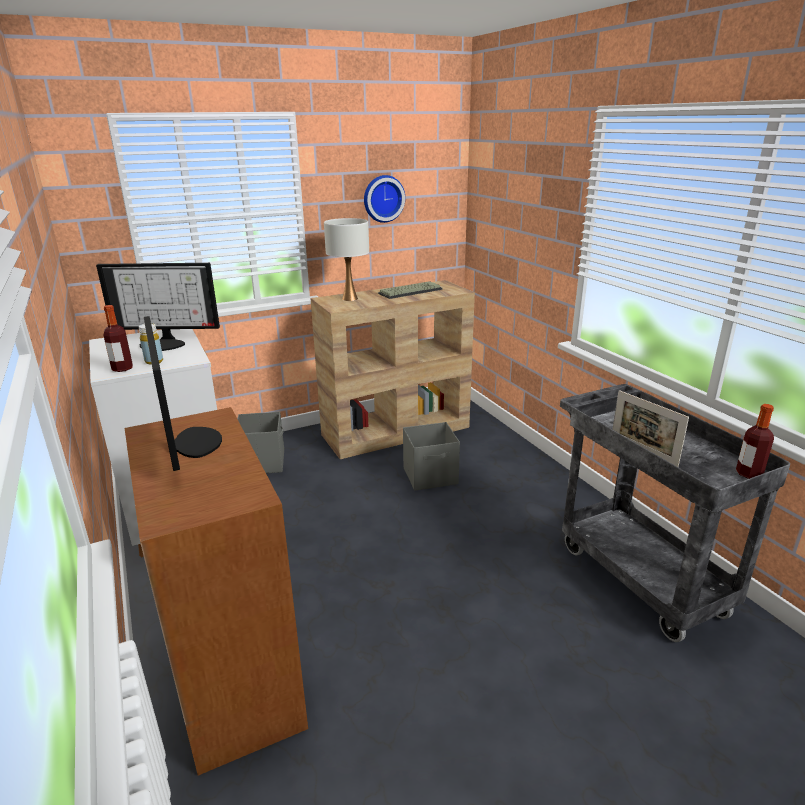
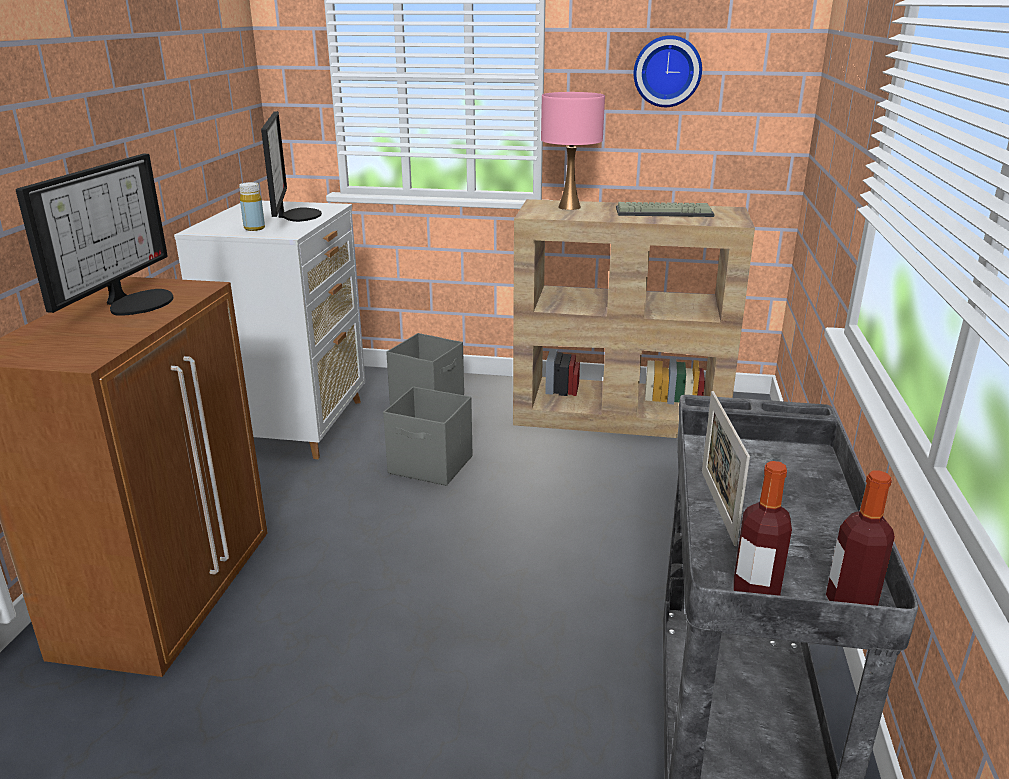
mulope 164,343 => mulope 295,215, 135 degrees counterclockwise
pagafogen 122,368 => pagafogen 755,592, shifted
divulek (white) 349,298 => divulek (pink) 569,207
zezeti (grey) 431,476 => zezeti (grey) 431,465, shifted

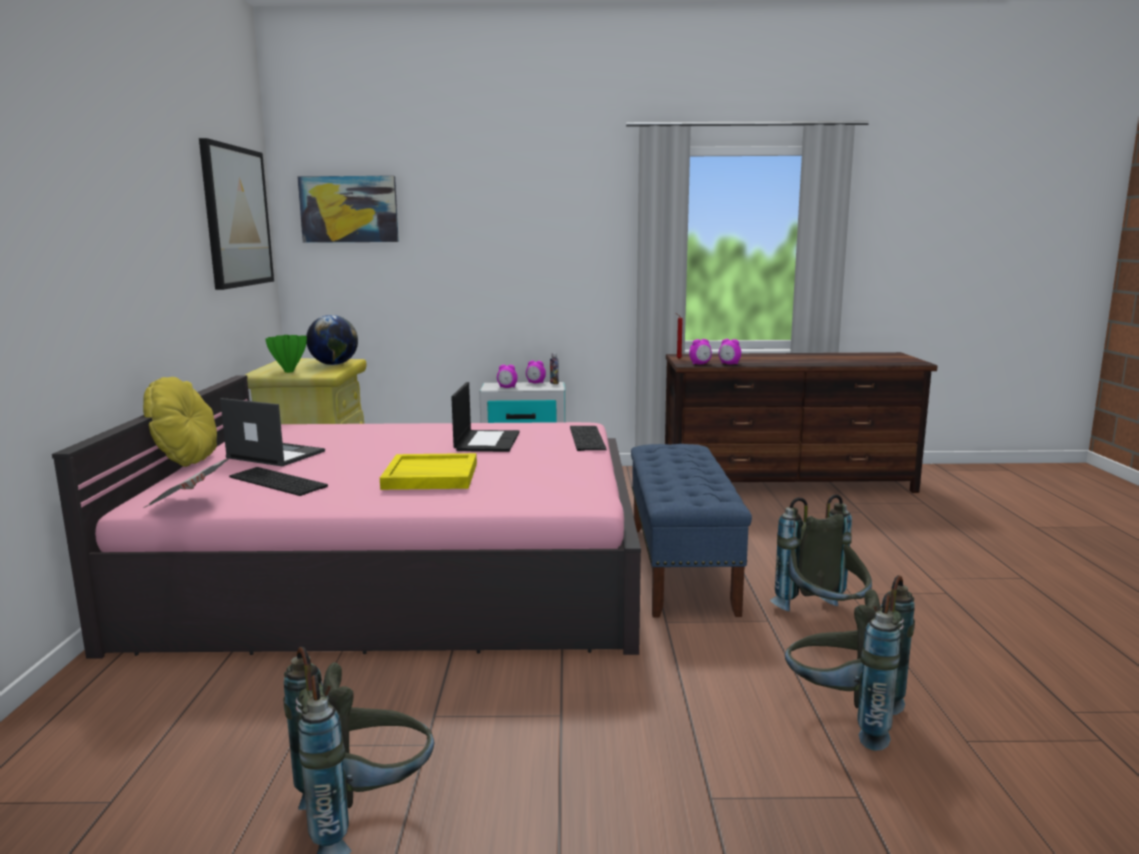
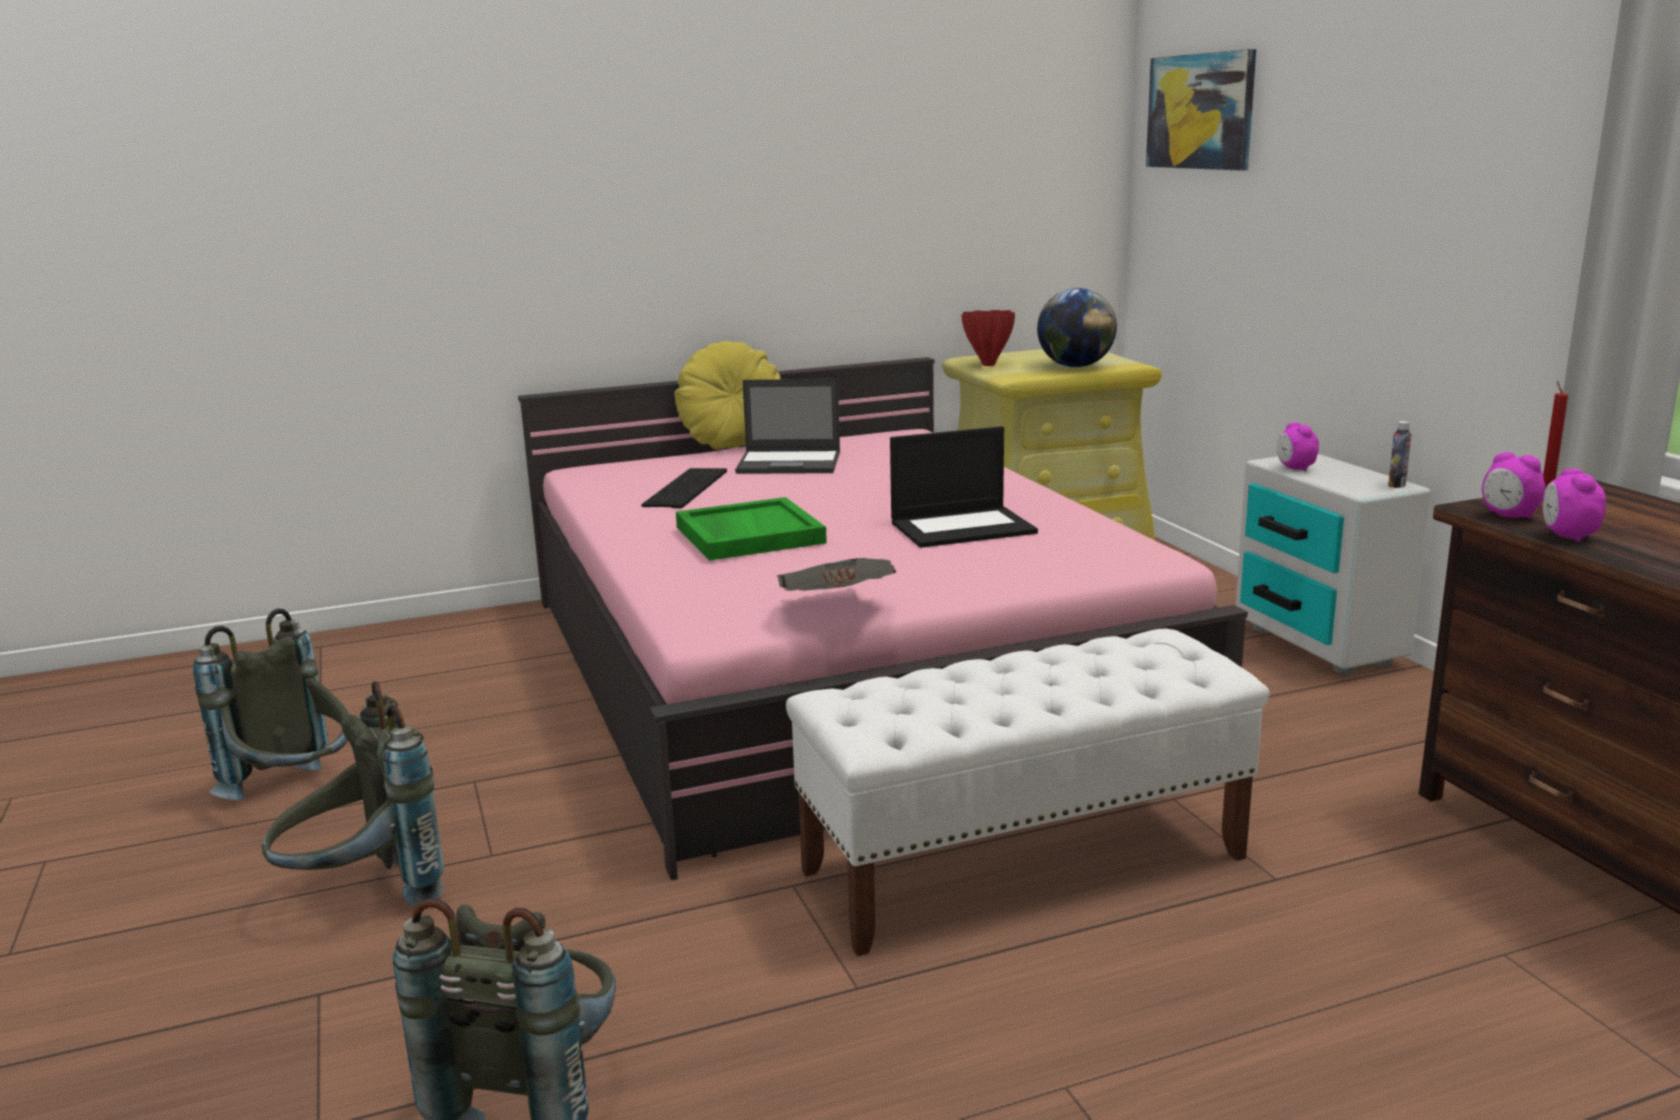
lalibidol 189,504 => lalibidol 836,608, shifted
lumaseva 236,217 => nothing
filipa 274,454 => filipa 790,463, 90 degrees clockwise
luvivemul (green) 289,372 => luvivemul (red) 987,365
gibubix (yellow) 430,476 => gibubix (green) 748,535
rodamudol 535,383 => nothing
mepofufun 585,438 => nothing
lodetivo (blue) 680,567 => lodetivo (white) 1024,864
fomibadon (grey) 823,619 => fomibadon (grey) 364,896, shifted

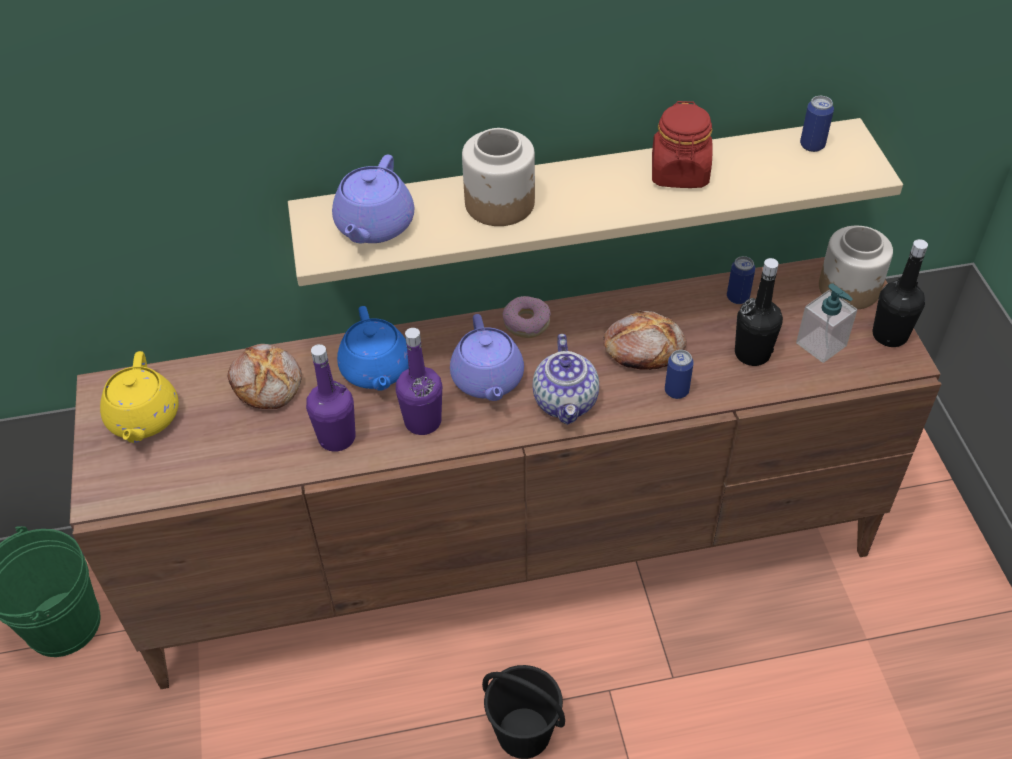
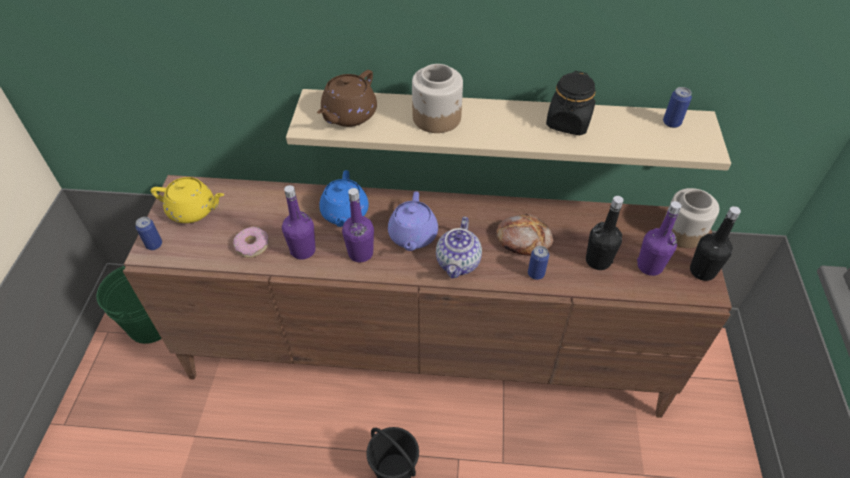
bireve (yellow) 143,419 => bireve (yellow) 193,210, 90 degrees counterclockwise
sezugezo 268,383 => nothing
bireve (purple) 374,226 => bireve (brown) 348,115
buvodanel 526,322 => buvodanel 252,246, shifted
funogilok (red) 679,173 => funogilok (black) 568,122
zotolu 737,297 => zotolu 154,245, shifted
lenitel 821,345 => pagafogen (purple) 649,266

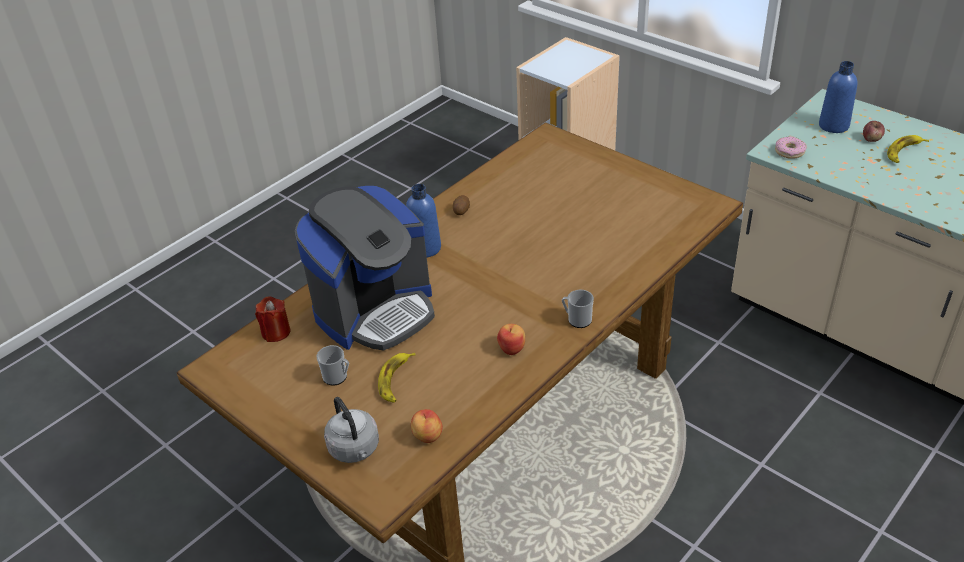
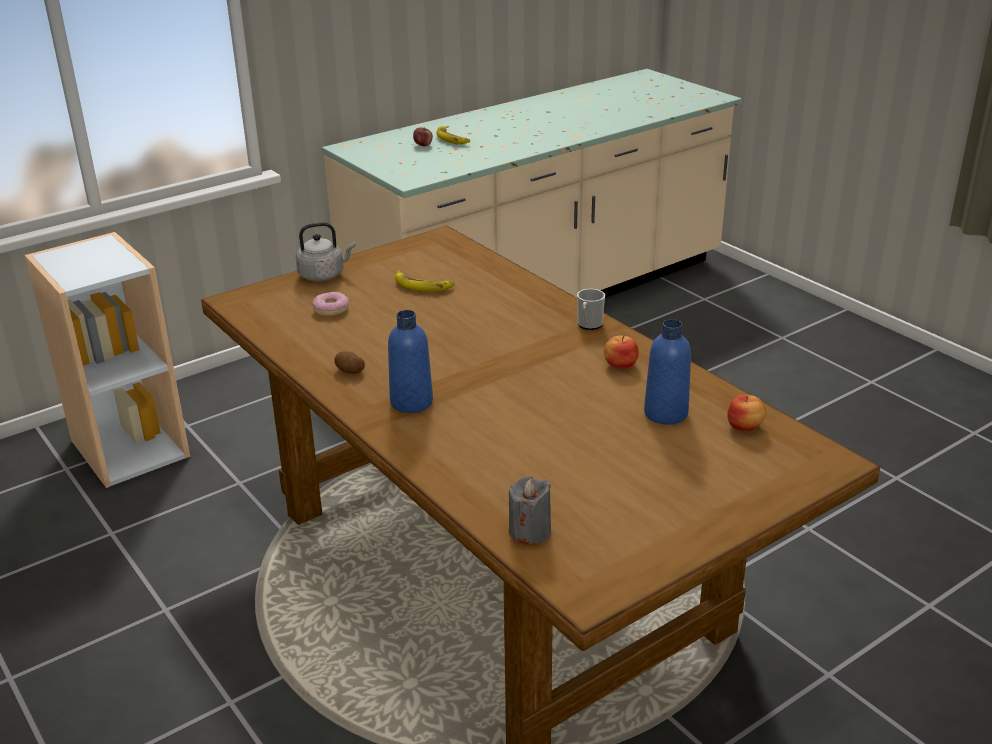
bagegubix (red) 276,332 => bagegubix (grey) 529,531
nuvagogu 375,310 => nothing
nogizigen 337,377 => nothing
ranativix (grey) 355,449 => ranativix (grey) 324,275, shifted
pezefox 396,380 => pezefox 422,285, shifted
buvodanel 789,151 => buvodanel 331,309, shifted
pagafogen (blue) 833,126 => pagafogen (blue) 665,413, shifted

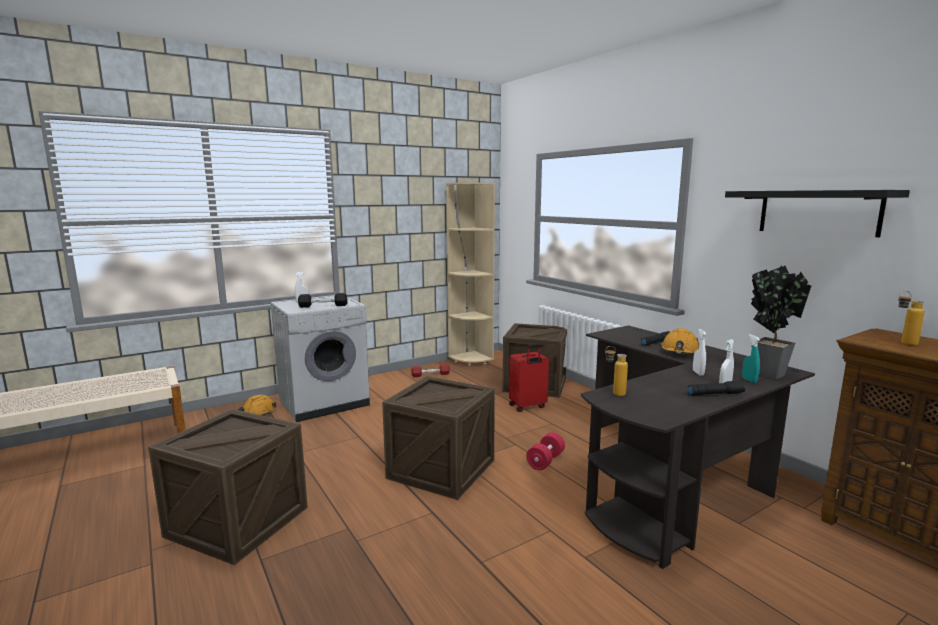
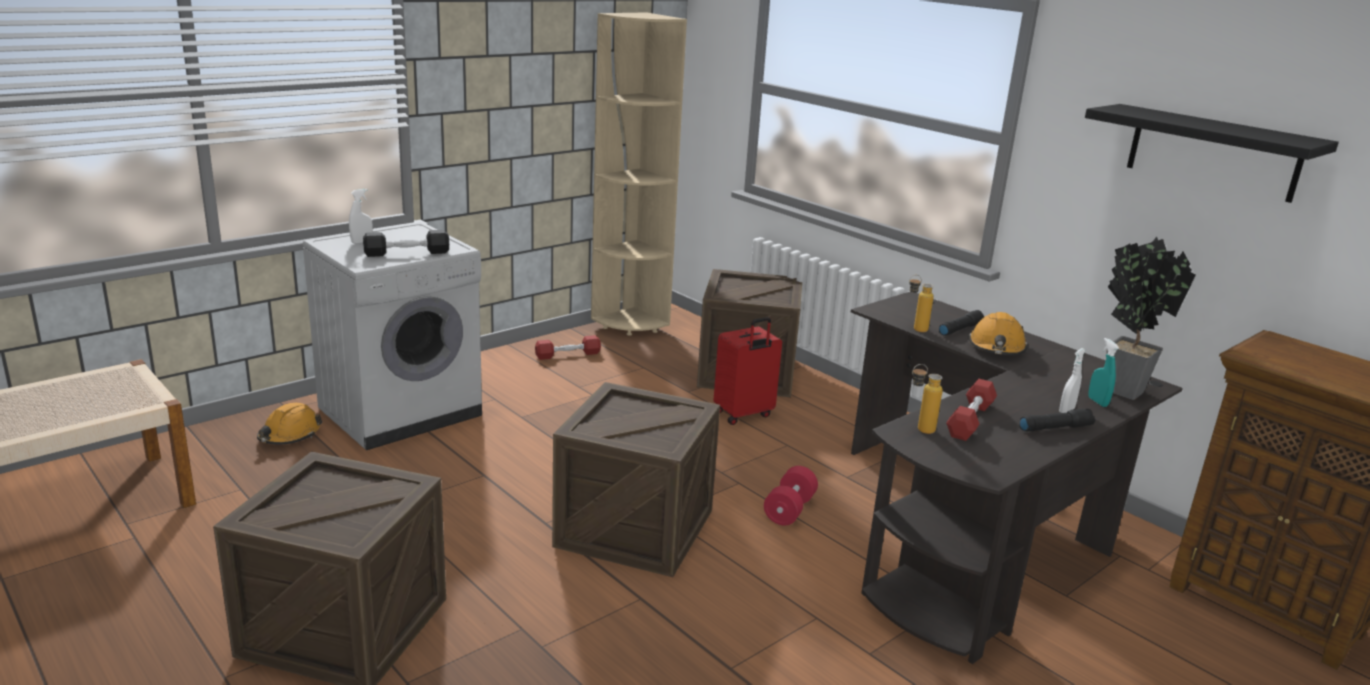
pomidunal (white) 698,373 => nothing
pagafogen 903,344 => pagafogen 914,329, shifted
nothing => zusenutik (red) 970,420

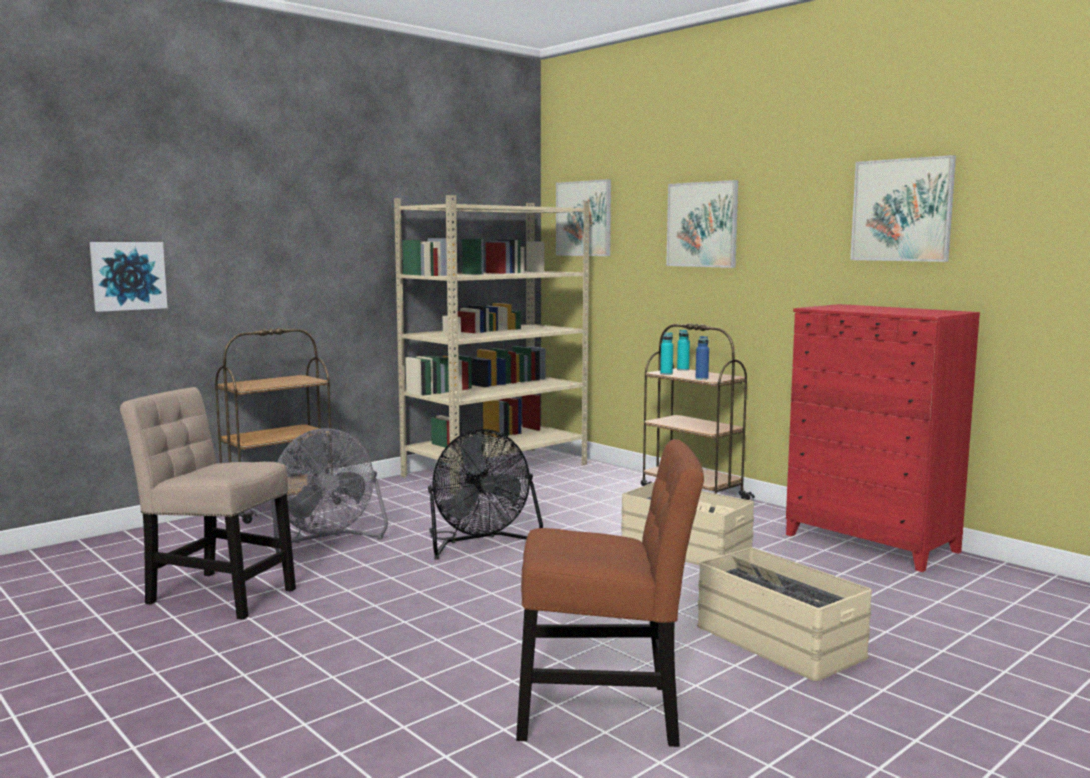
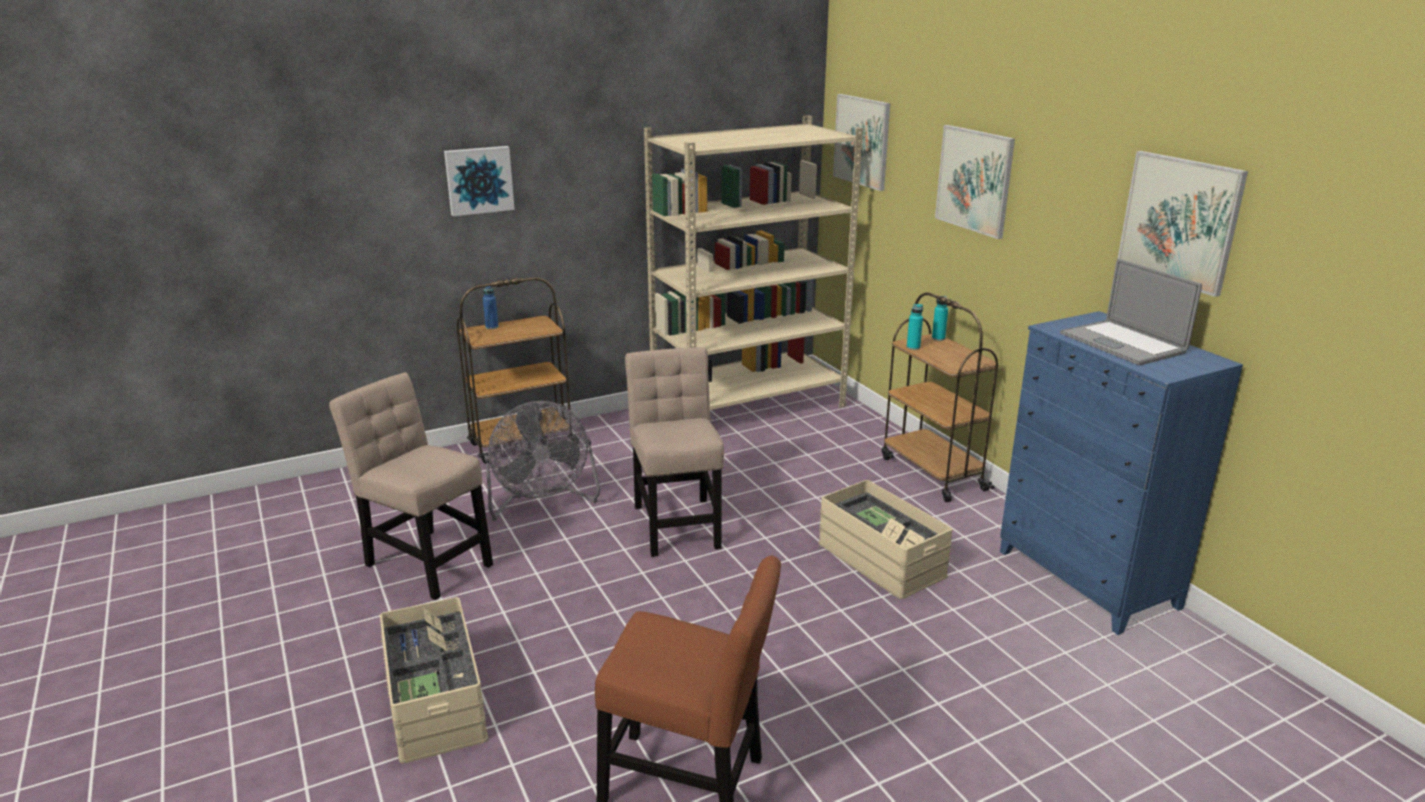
lumaseva 128,275 => lumaseva 479,180, shifted
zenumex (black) 474,544 => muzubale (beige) 677,523
pagafogen (blue) 701,379 => pagafogen (blue) 492,327, shifted
zezeti (beige) 777,641 => zezeti (beige) 434,701, shifted
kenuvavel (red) 870,544 => kenuvavel (blue) 1085,581
nothing => filipa 1122,343

